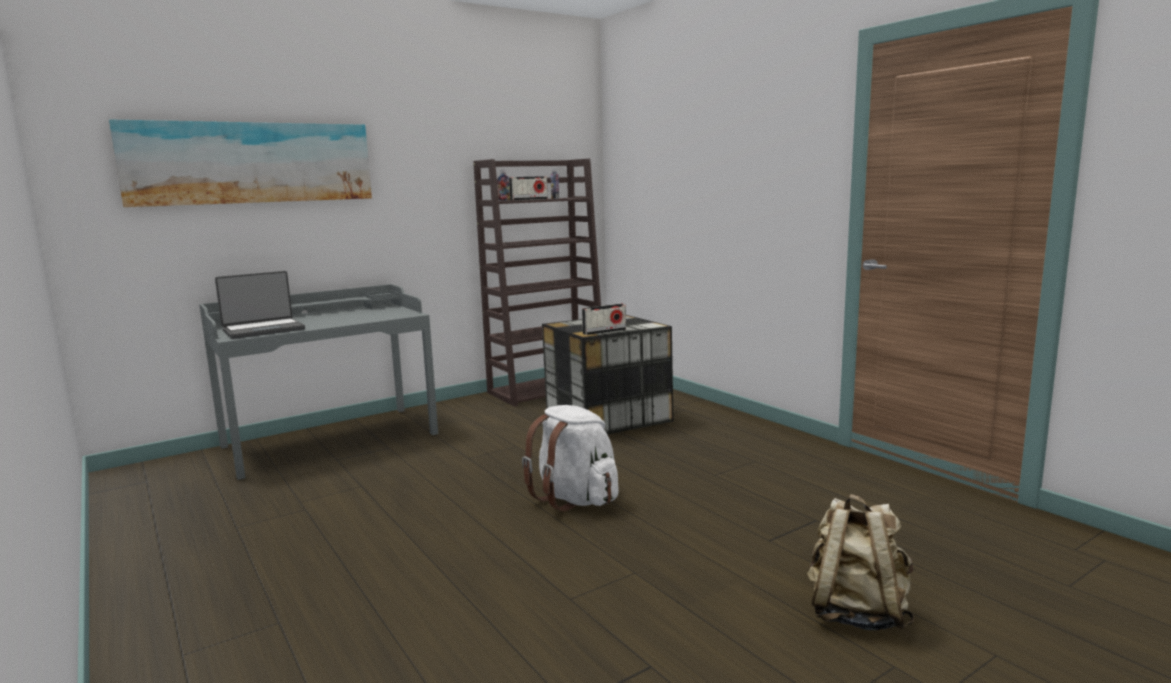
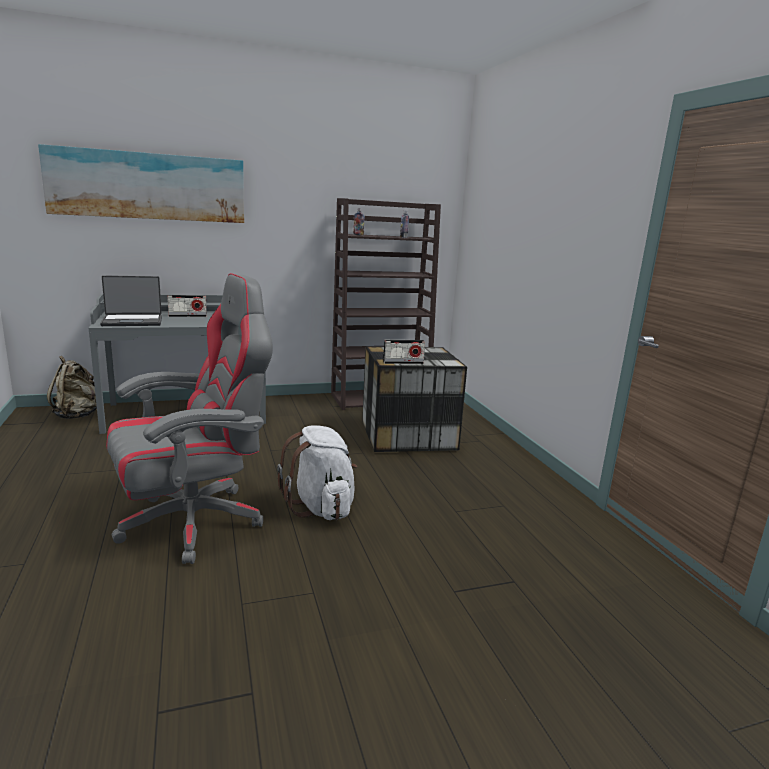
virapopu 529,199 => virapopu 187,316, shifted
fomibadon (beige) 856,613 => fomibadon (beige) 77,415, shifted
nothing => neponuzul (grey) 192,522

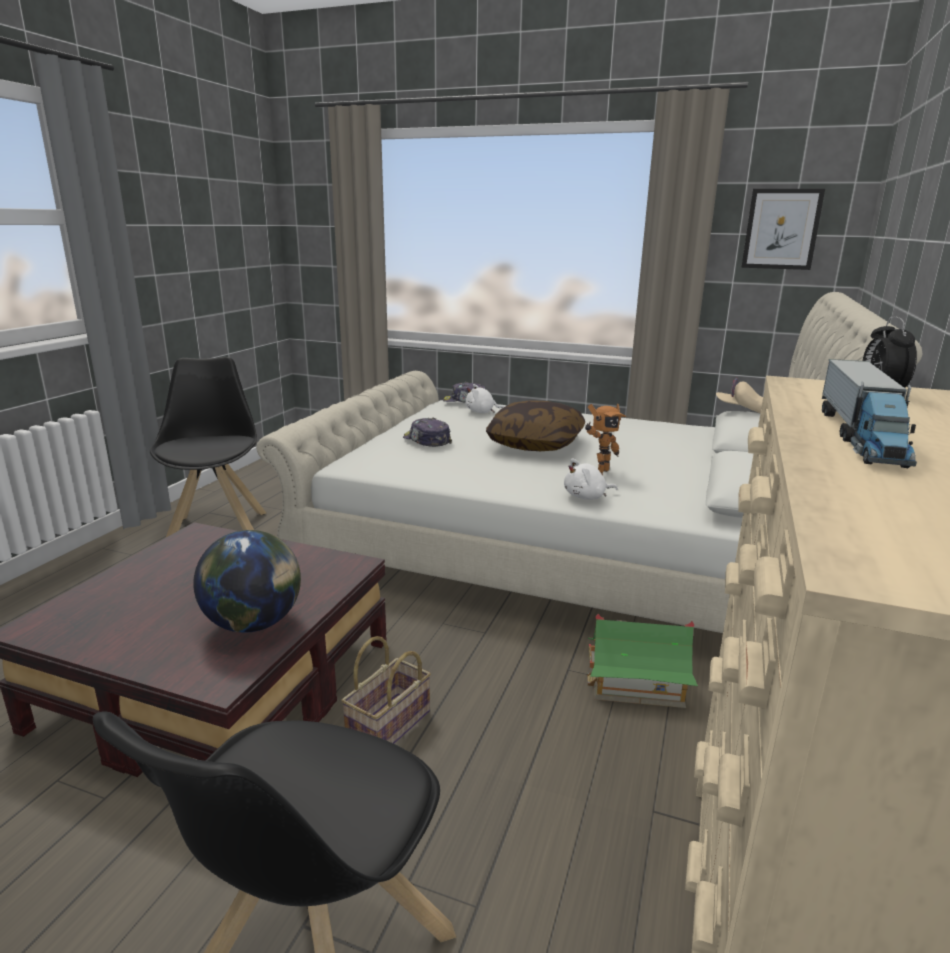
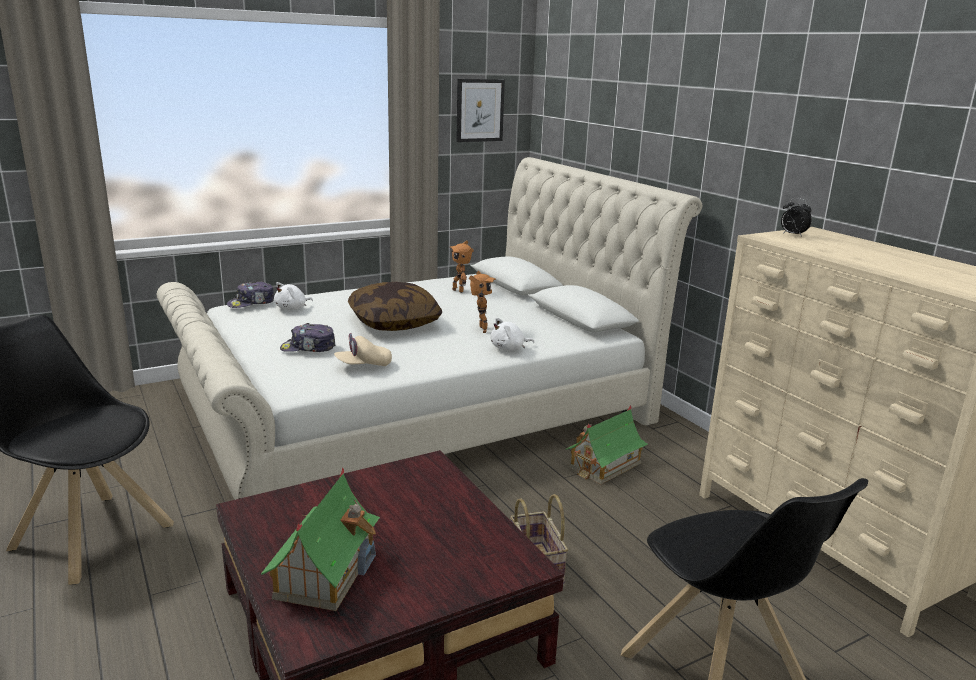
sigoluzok 254,623 => nothing
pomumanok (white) 587,497 => pomumanok (white) 509,349, 45 degrees clockwise
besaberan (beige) 741,409 => besaberan (beige) 363,365, shifted
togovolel 860,436 => nothing
nothing => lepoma 326,571
nothing => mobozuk 459,290

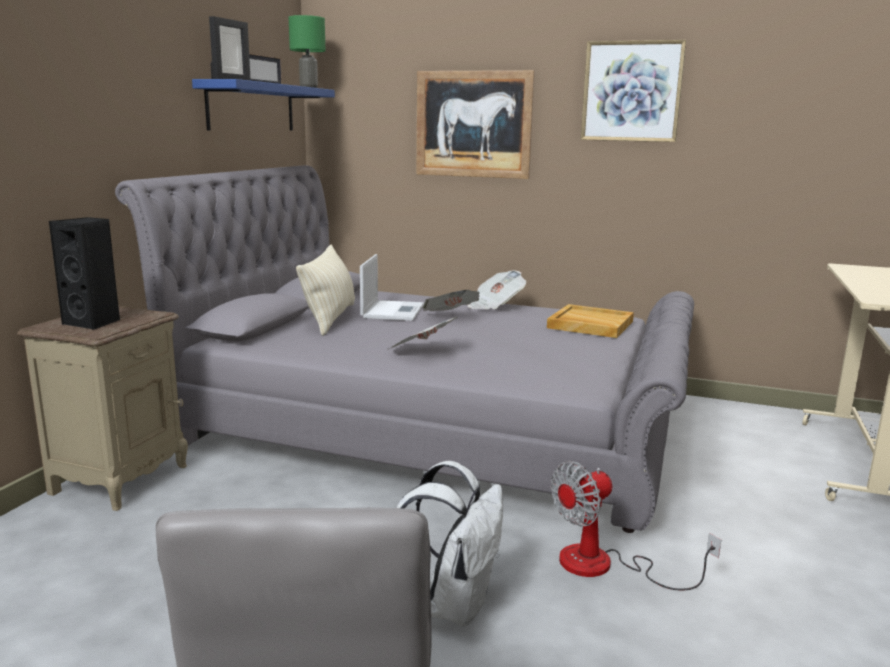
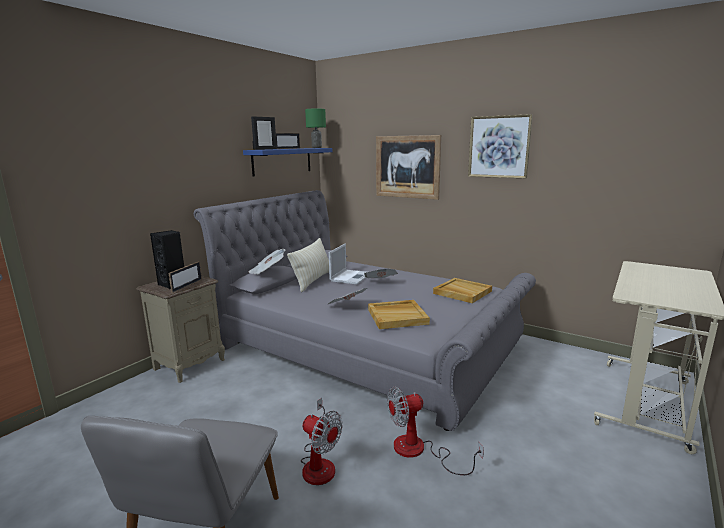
fomibadon (white) 454,604 => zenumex 319,463
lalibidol 495,305 => lalibidol 267,271, shifted
nothing => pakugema 187,286
nothing => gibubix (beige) 397,316

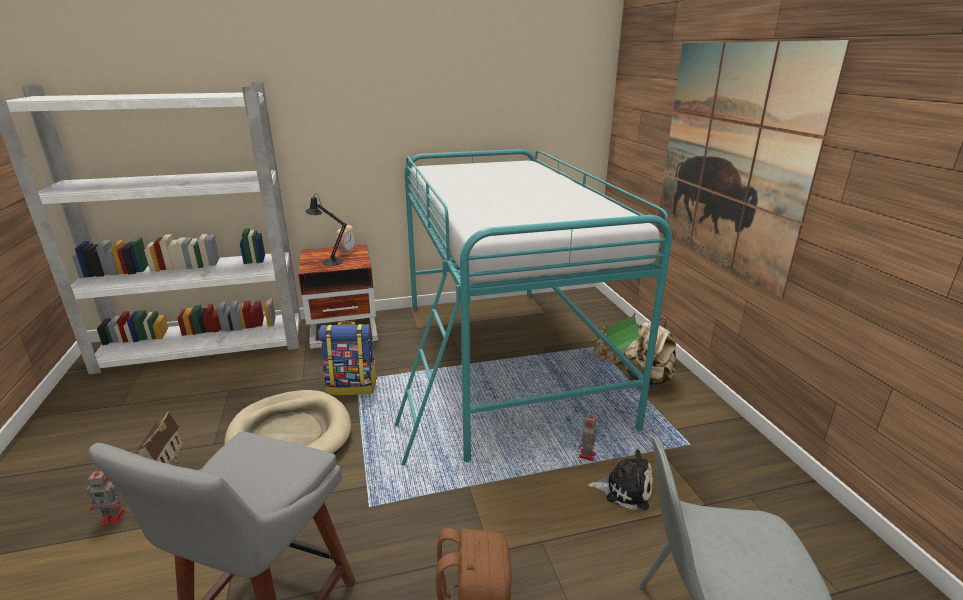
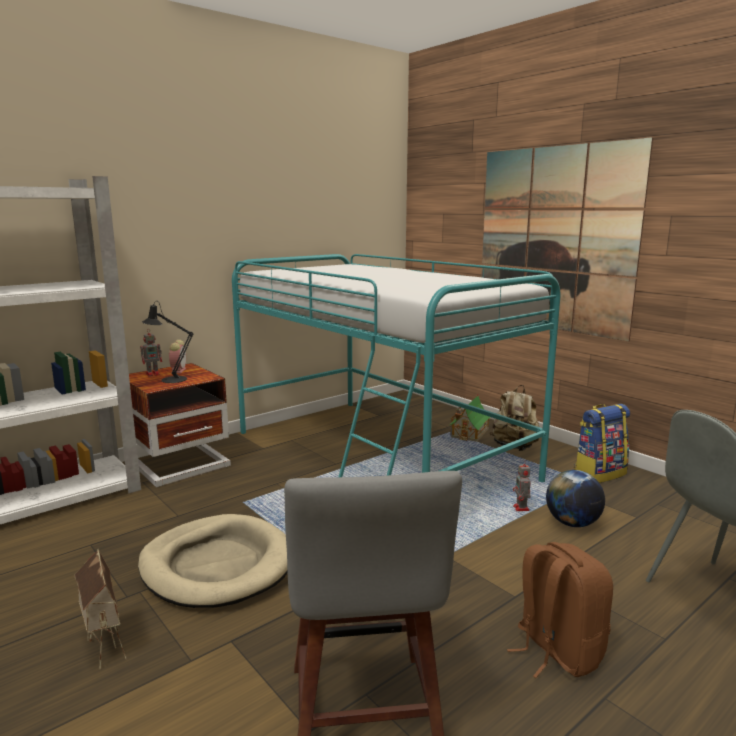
mobozuk 114,517 => mobozuk 153,374, shifted
fomibadon 352,386 => fomibadon 599,474, shifted
pomumanok 624,489 => sigoluzok 572,523

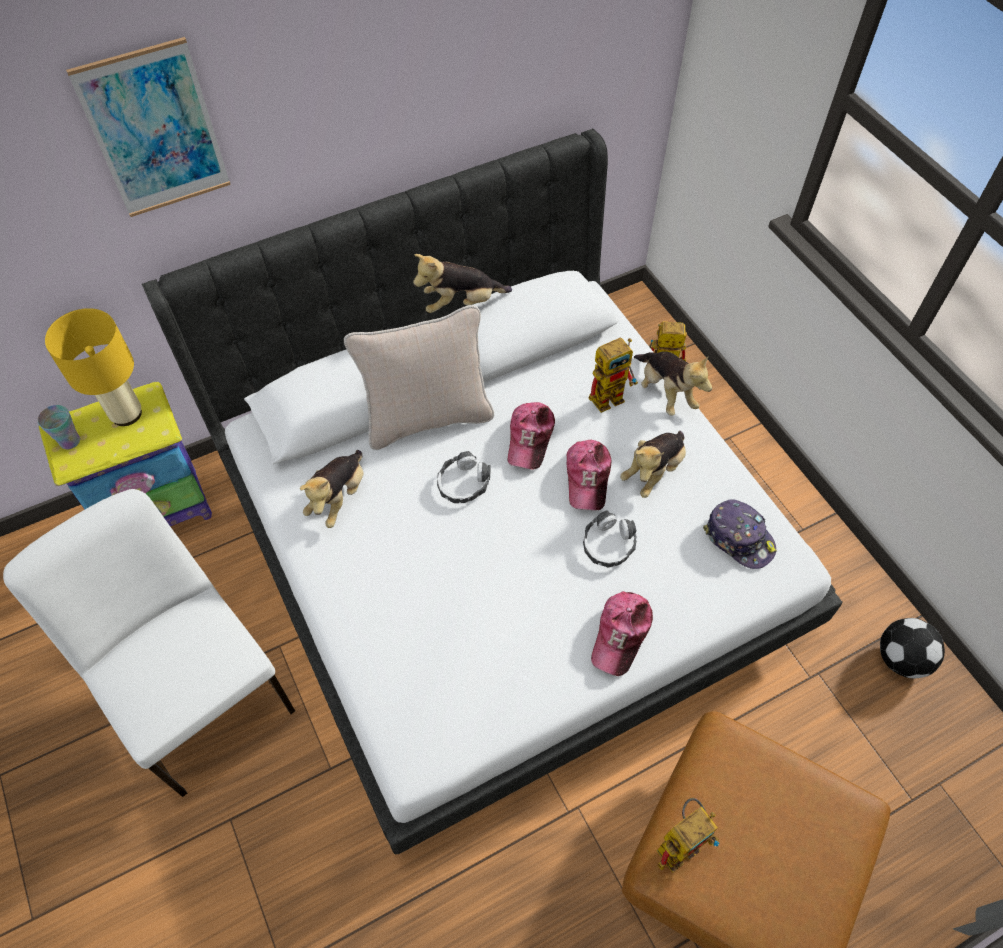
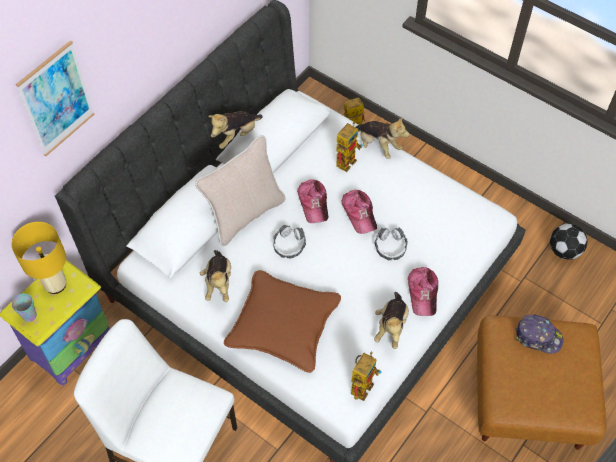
pomumanok 653,471 => pomumanok 391,326, shifted
mobozuk 682,841 => mobozuk 362,383, shifted
besaberan 739,538 => besaberan 538,337, shifted
nothing => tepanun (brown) 283,324

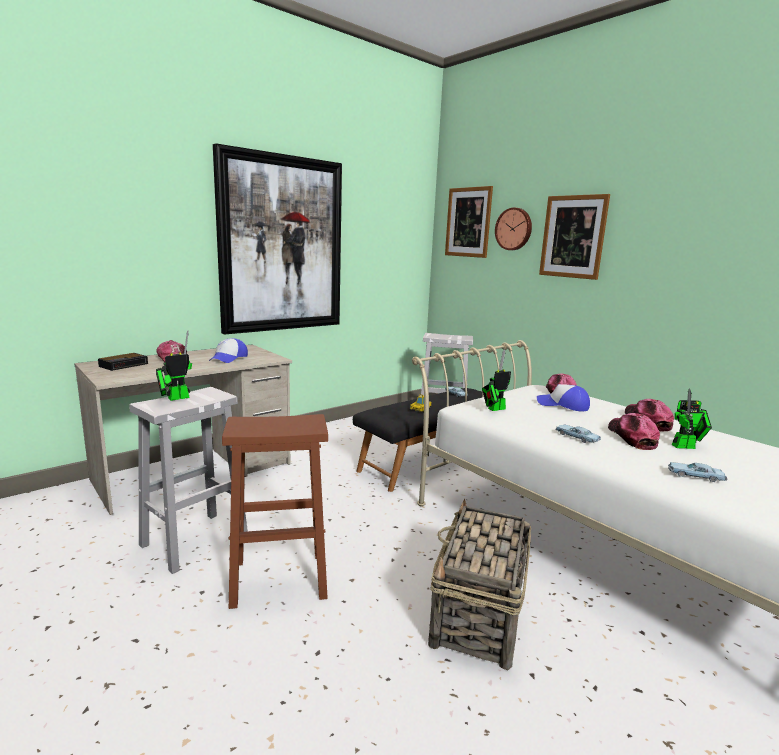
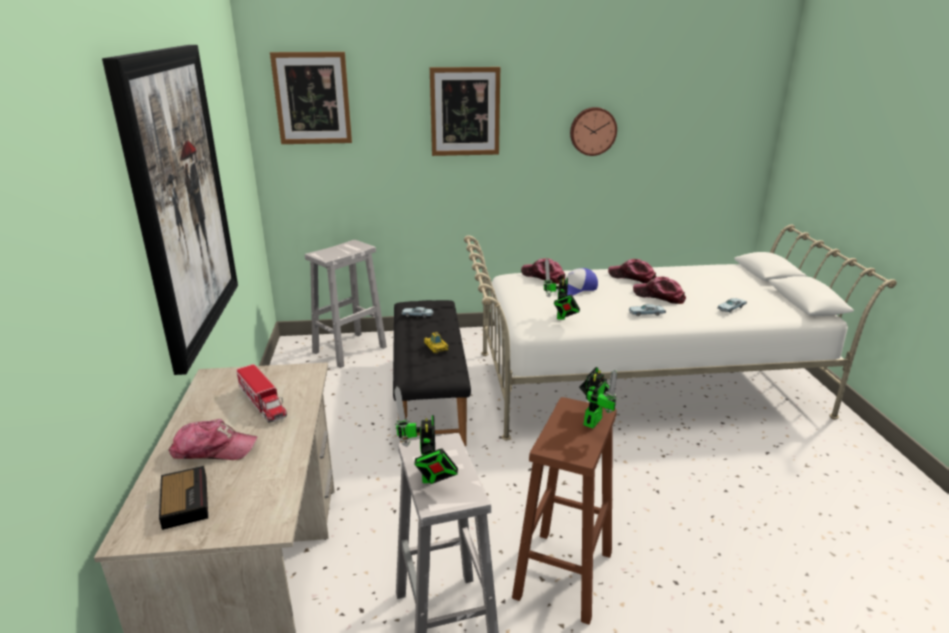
besaberan 229,358 => togovolel 262,403
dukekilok 478,614 => nothing
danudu 514,229 => danudu 592,131, shifted
mobozuk 686,446 => mobozuk 594,419, shifted

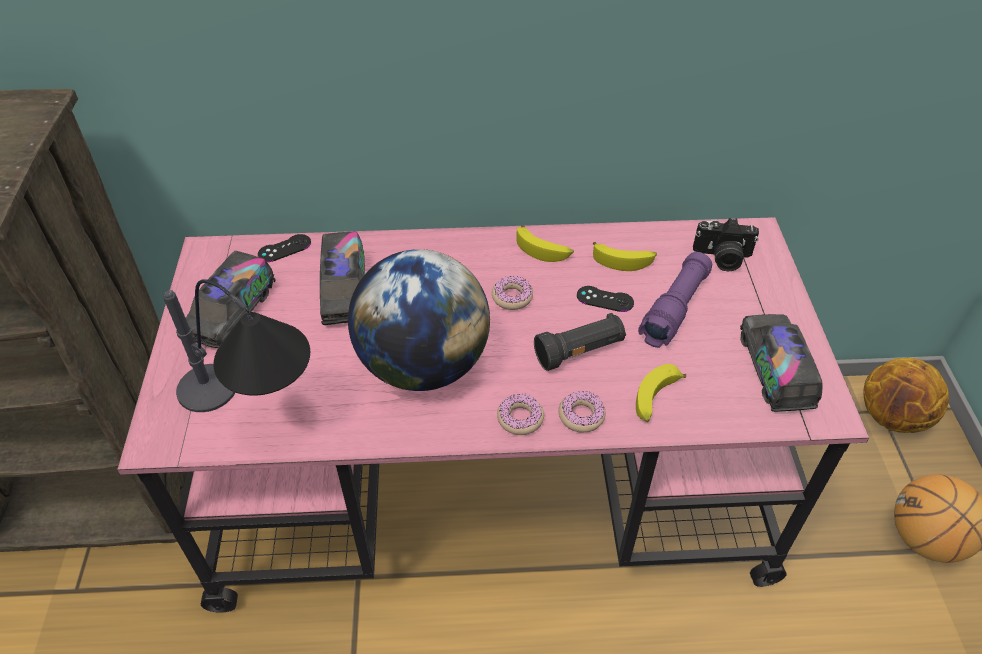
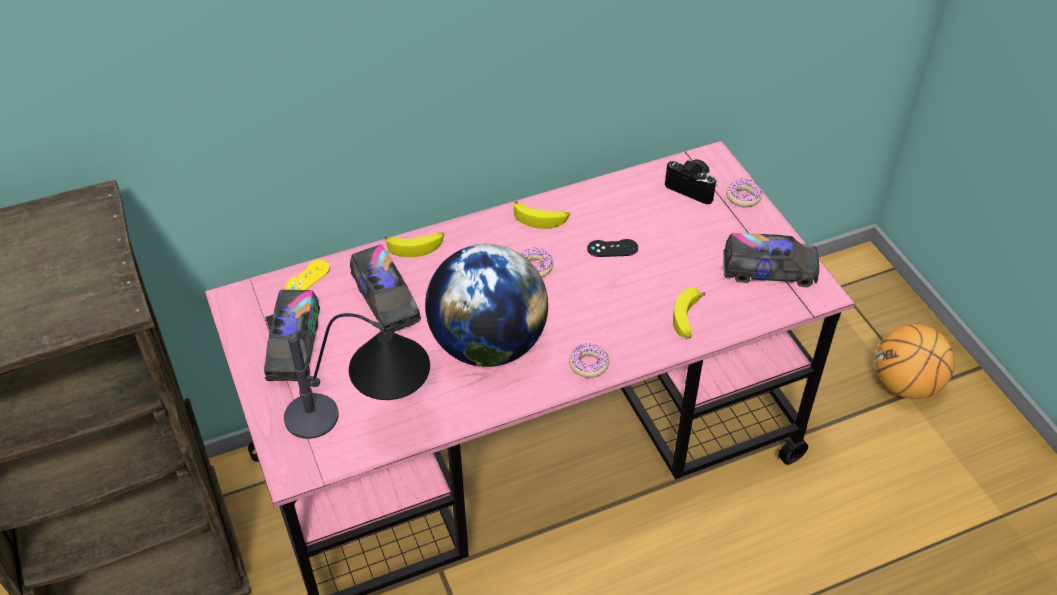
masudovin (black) 284,248 => masudovin (yellow) 307,277
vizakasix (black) 579,352 => nothing
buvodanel 581,415 => buvodanel 743,197, shifted
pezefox 624,260 => pezefox 416,246, shifted
vizakasix (purple) 675,308 => nothing
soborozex 722,258 => soborozex 692,188, 135 degrees counterclockwise
togovolel 774,370 => togovolel 768,271, 120 degrees clockwise
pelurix 892,417 => nothing

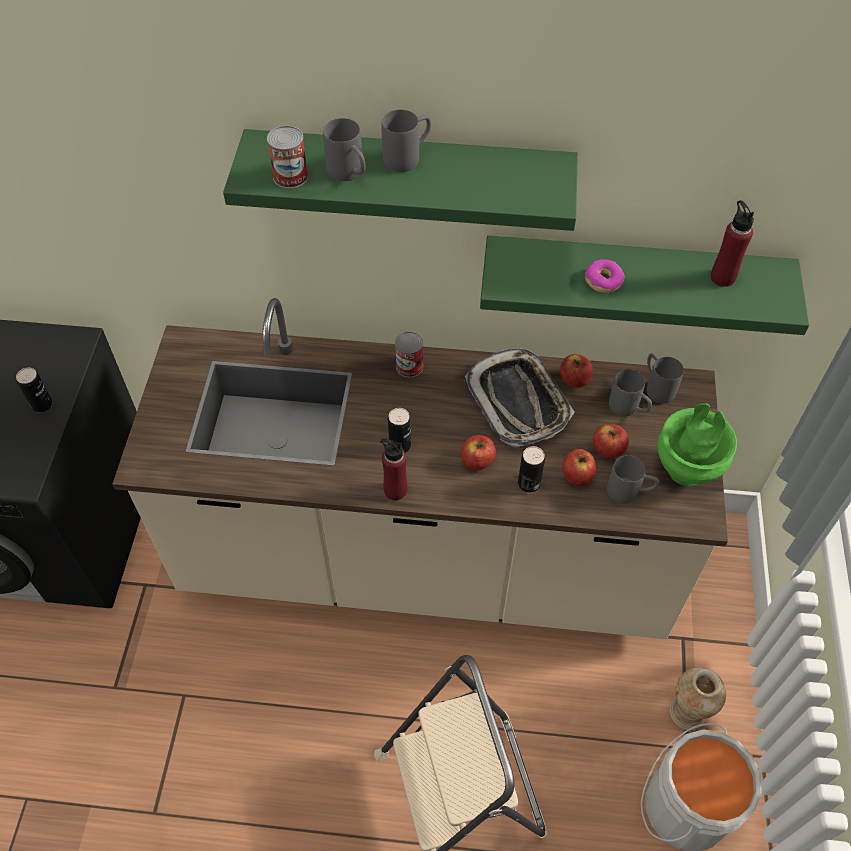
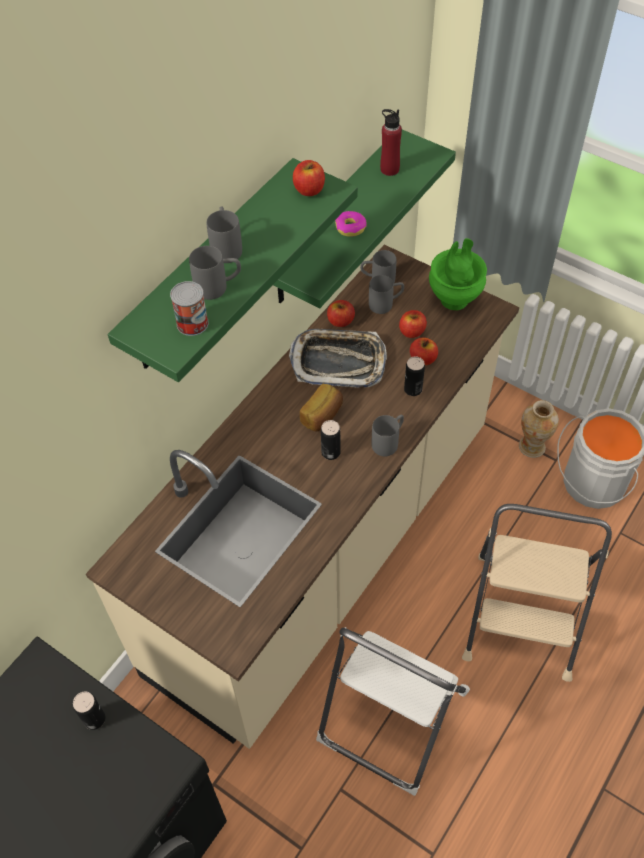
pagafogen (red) 395,490 => nothing
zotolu 409,366 => nothing
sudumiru 477,461 => sudumiru 309,189, shifted
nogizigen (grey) 630,492 => nogizigen (grey) 389,442, shifted
nothing => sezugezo 322,416
nothing => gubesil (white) 389,719

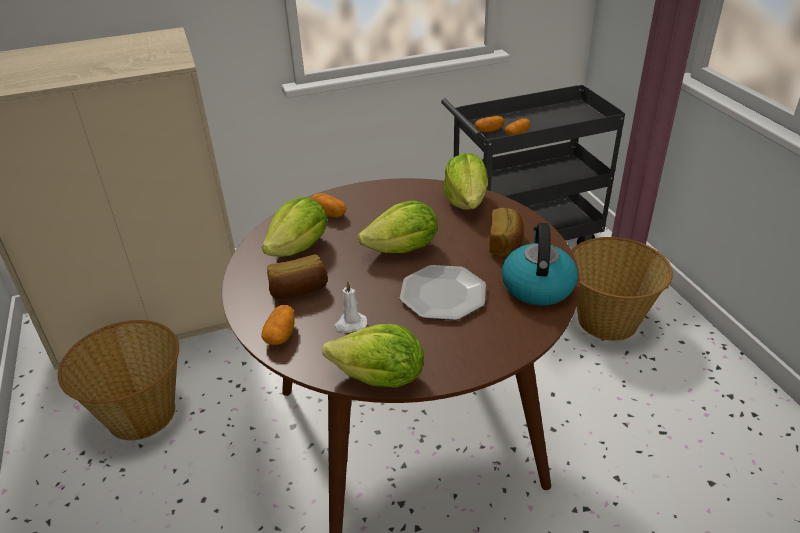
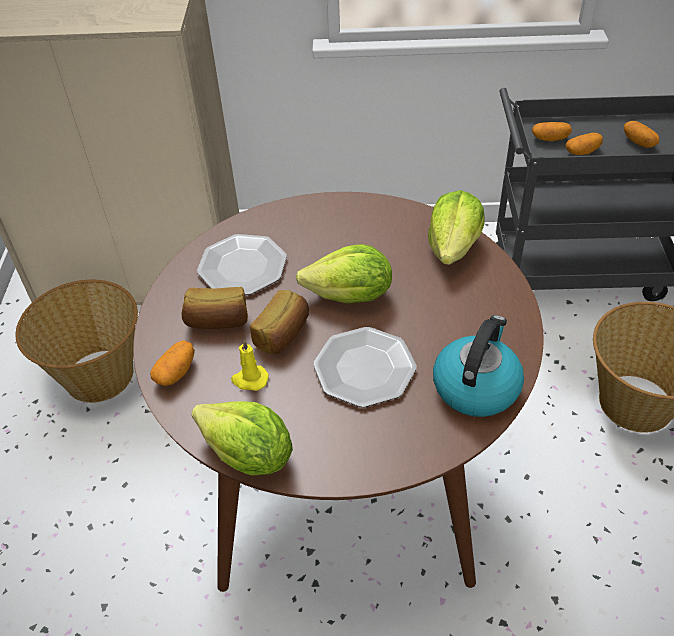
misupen 299,248 => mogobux 242,266
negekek 329,213 => negekek 638,142, shifted
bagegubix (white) 350,324 => bagegubix (yellow) 249,379
sezugezo 506,243 => sezugezo 283,334, shifted

